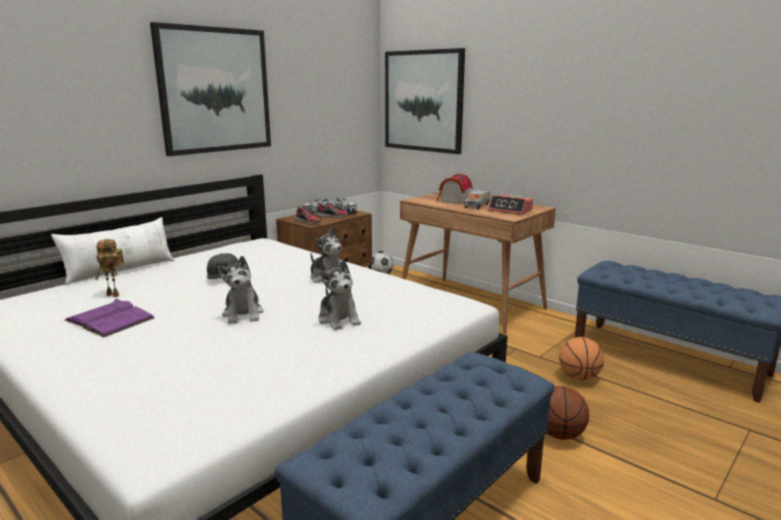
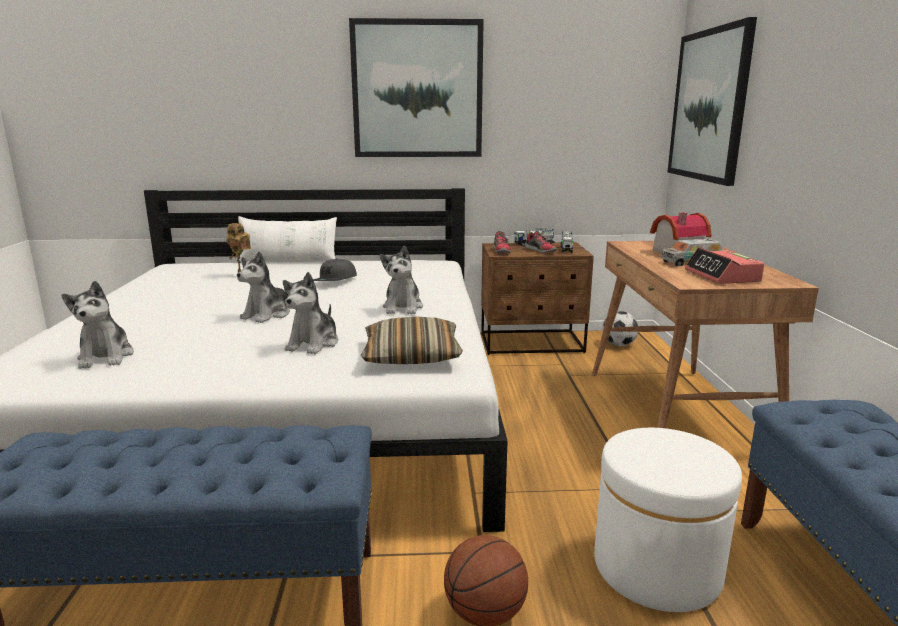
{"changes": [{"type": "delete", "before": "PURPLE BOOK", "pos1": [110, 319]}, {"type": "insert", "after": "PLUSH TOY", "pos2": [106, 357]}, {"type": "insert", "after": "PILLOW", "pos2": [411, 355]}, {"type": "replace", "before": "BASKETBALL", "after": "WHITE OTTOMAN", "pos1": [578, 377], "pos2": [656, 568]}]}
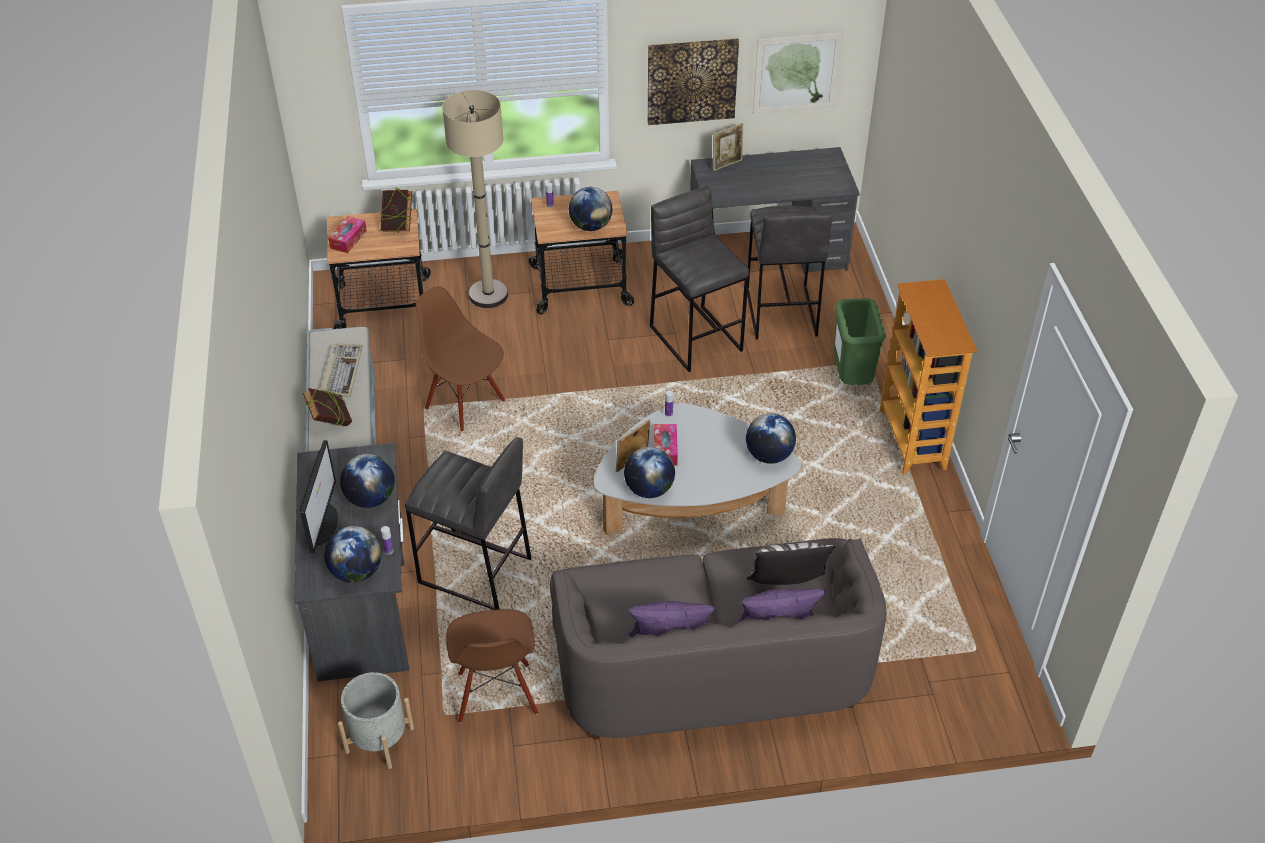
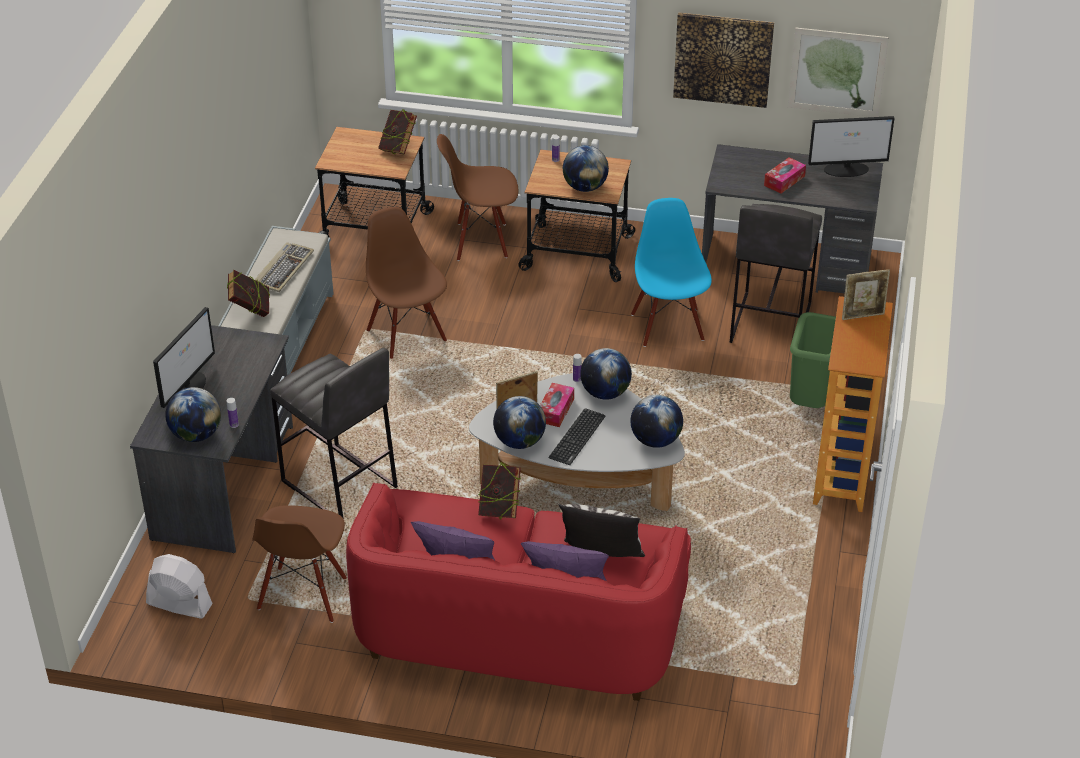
{"changes": [{"type": "insert", "after": "BOOK", "pos2": [499, 509]}, {"type": "insert", "after": "KEYBOARD", "pos2": [577, 437]}, {"type": "insert", "after": "MONITOR", "pos2": [847, 169]}, {"type": "move", "before": "TISSUE BOX", "pos1": [348, 239], "pos2": [784, 181]}, {"type": "move", "before": "GLOBE", "pos1": [371, 498], "pos2": [605, 393]}, {"type": "move", "before": "PICTURE FRAME", "pos1": [727, 164], "pos2": [863, 315]}, {"type": "replace", "before": "GREY PLANTER", "after": "WHITE FAN", "pos1": [379, 740], "pos2": [179, 604]}, {"type": "replace", "before": "BEIGE FLOOR LAMP", "after": "BROWN CHAIR", "pos1": [488, 295], "pos2": [481, 241]}, {"type": "replace", "before": "GREY STOOL", "after": "BLUE CHAIR", "pos1": [696, 337], "pos2": [668, 327]}, {"type": "recolor", "before": "GREY SOFA", "after": "RED SOFA", "pos1": [711, 668], "pos2": [518, 628]}]}
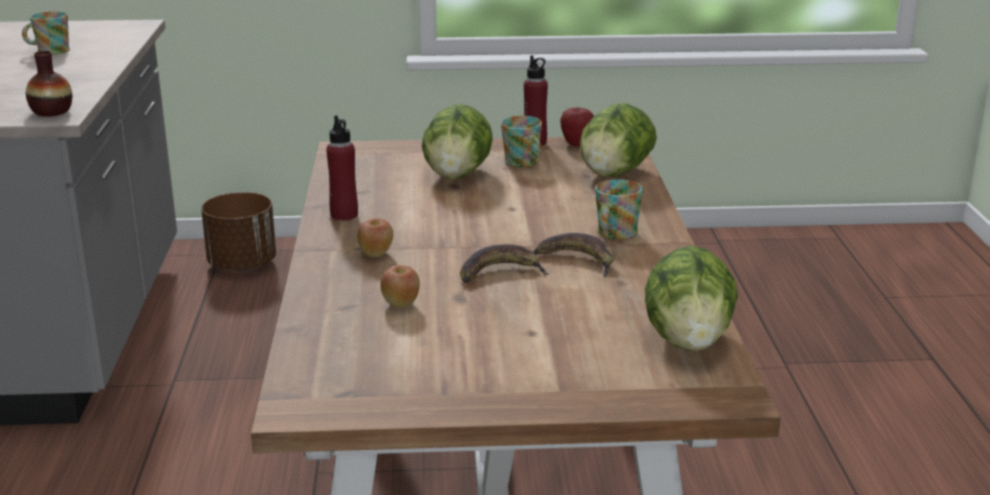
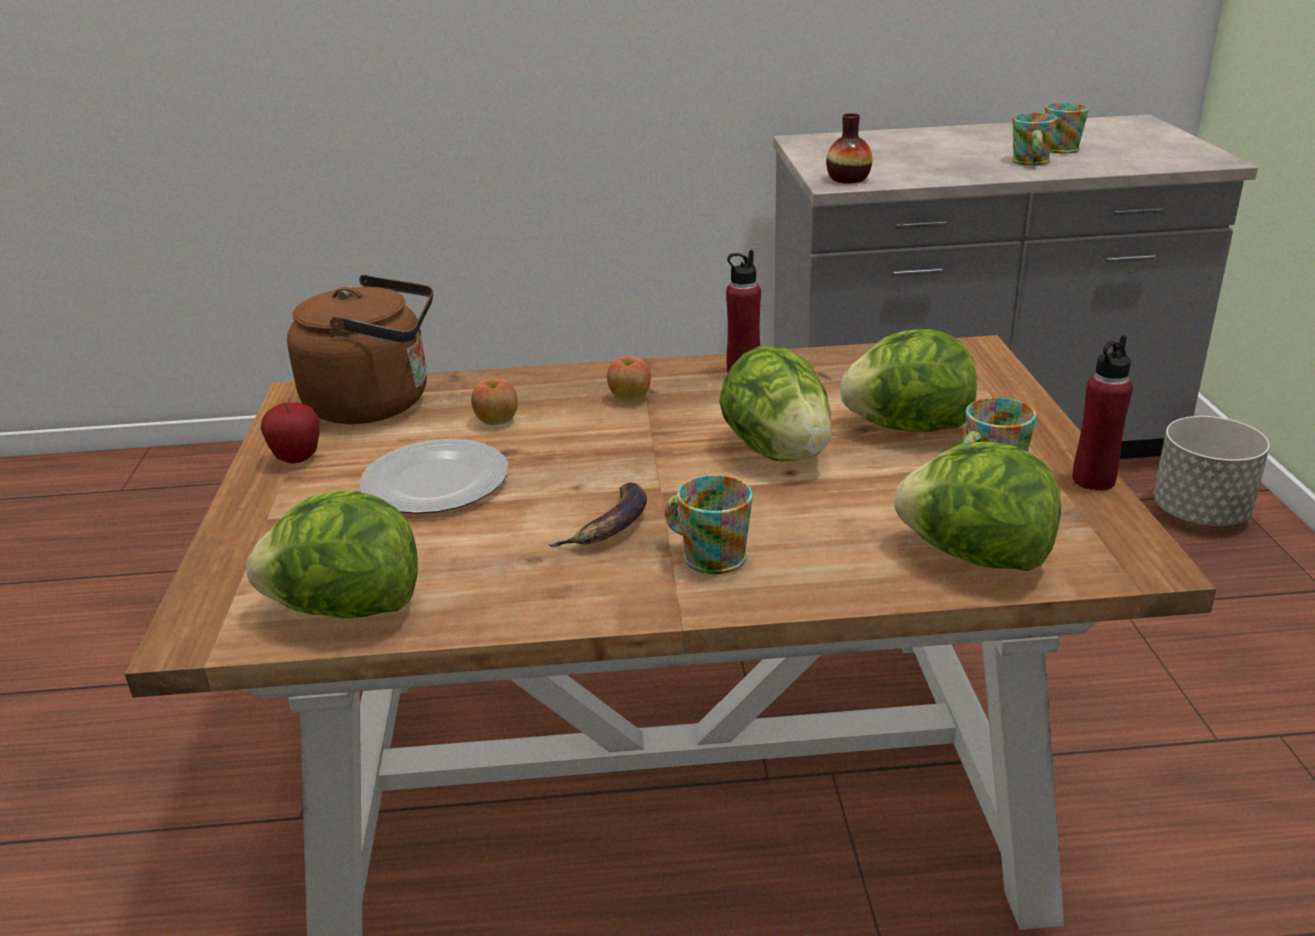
{"changes": [{"type": "delete", "before": "BANANA", "pos1": [500, 272]}, {"type": "insert", "after": "BROWN KETTLE", "pos2": [377, 403]}, {"type": "insert", "after": "PLATE", "pos2": [438, 481]}, {"type": "insert", "after": "LETTUCE", "pos2": [777, 451]}, {"type": "insert", "after": "MUG", "pos2": [1030, 162]}, {"type": "move", "before": "APPLE", "pos1": [577, 143], "pos2": [297, 459]}, {"type": "recolor", "before": "BROWN PLANTER", "after": "GREY PLANTER", "pos1": [242, 264], "pos2": [1200, 513]}]}
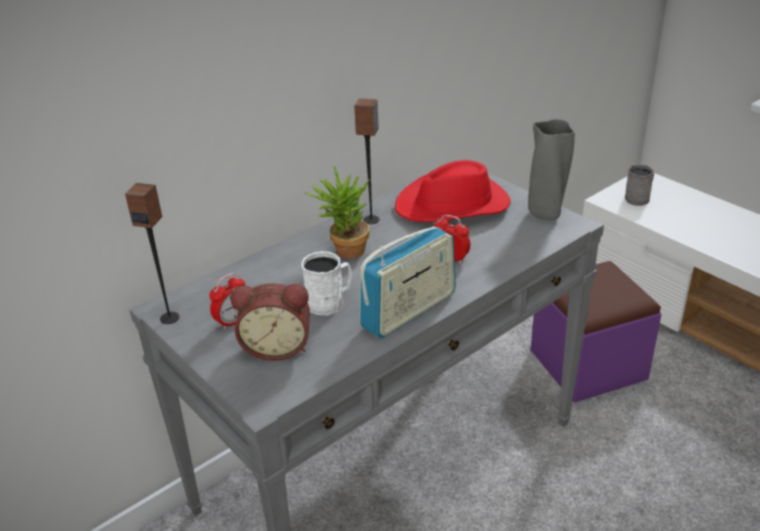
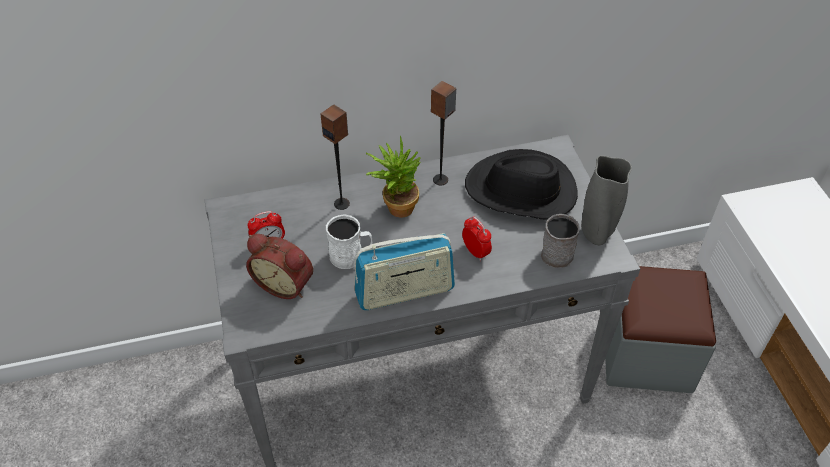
{"changes": [{"type": "move", "before": "SPEAKER", "pos1": [170, 318], "pos2": [342, 203]}, {"type": "move", "before": "GREY MUG", "pos1": [636, 197], "pos2": [559, 252]}, {"type": "recolor", "before": "RED HAT", "after": "BLACK HAT", "pos1": [453, 205], "pos2": [521, 191]}, {"type": "recolor", "before": "PURPLE OTTOMAN", "after": "GREY OTTOMAN", "pos1": [588, 365], "pos2": [646, 353]}]}
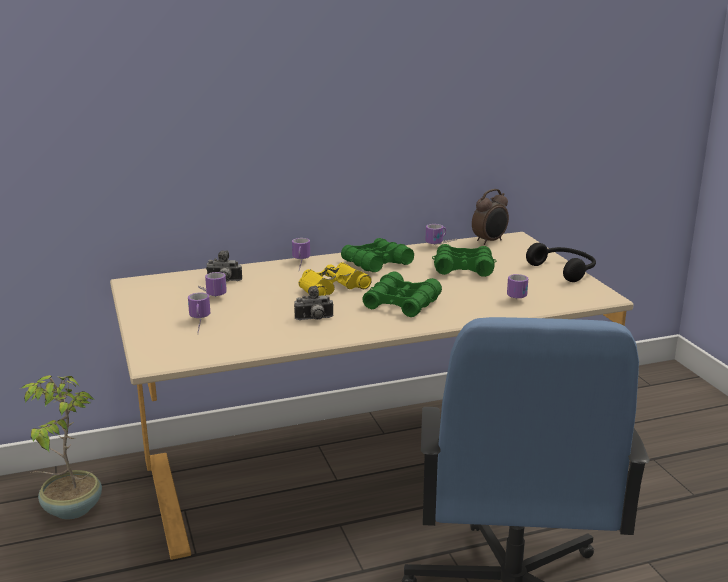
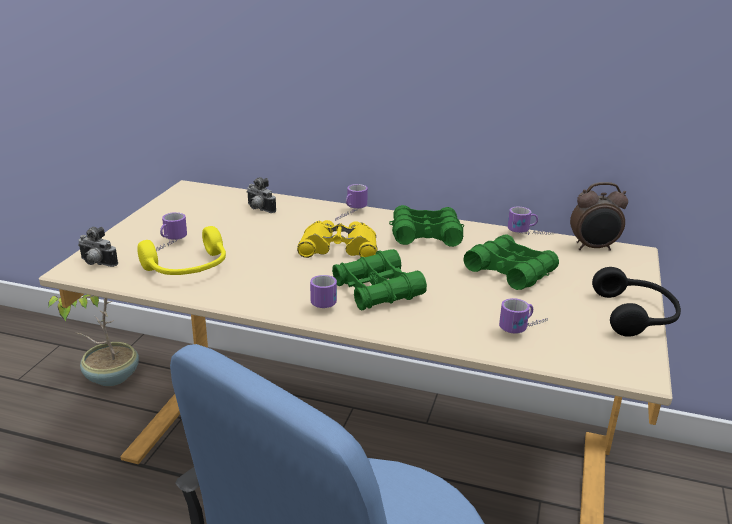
{"changes": [{"type": "insert", "after": "YELLOW HEADPHONES", "pos2": [188, 269]}, {"type": "move", "before": "MUG", "pos1": [210, 294], "pos2": [323, 301]}, {"type": "move", "before": "PHOTO CAMERA", "pos1": [314, 319], "pos2": [96, 264]}]}
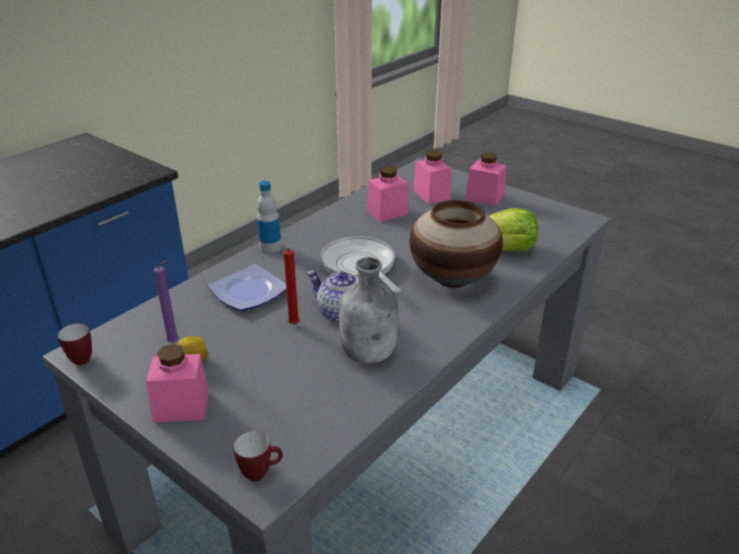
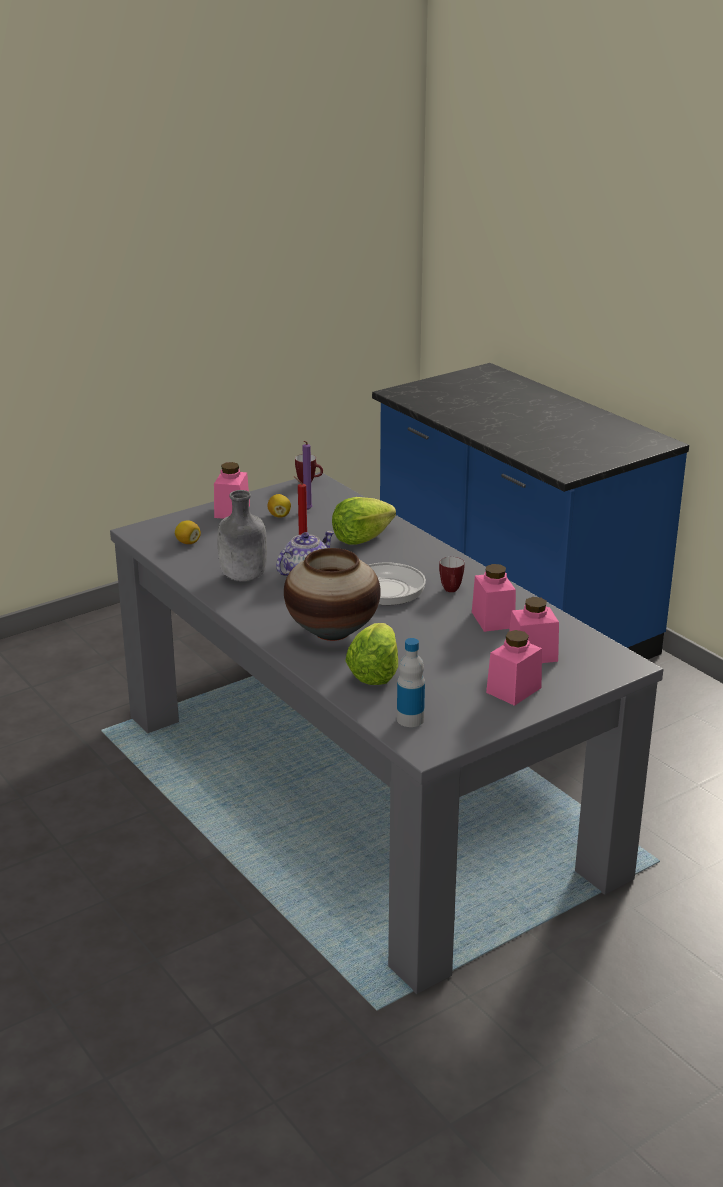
{"changes": [{"type": "insert", "after": "LEMON", "pos2": [188, 542]}, {"type": "move", "before": "MUG", "pos1": [260, 473], "pos2": [451, 591]}, {"type": "move", "before": "BOTTLE", "pos1": [270, 247], "pos2": [410, 719]}, {"type": "replace", "before": "PLATE", "after": "LETTUCE", "pos1": [248, 293], "pos2": [361, 538]}]}
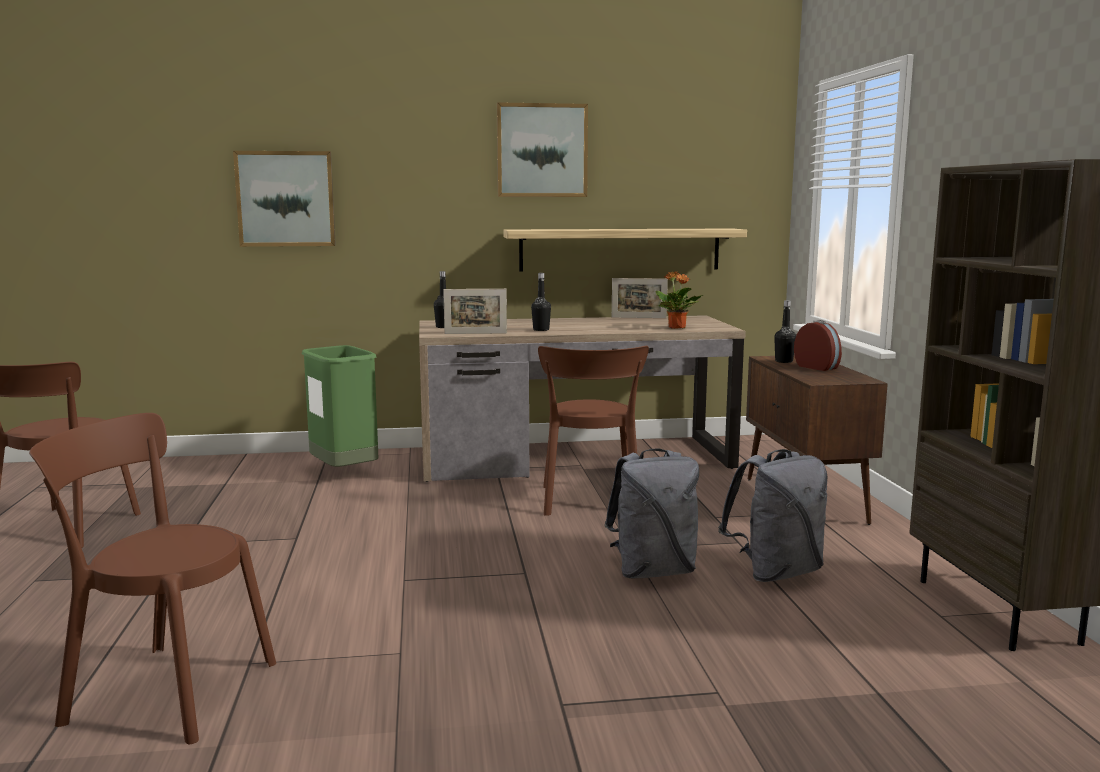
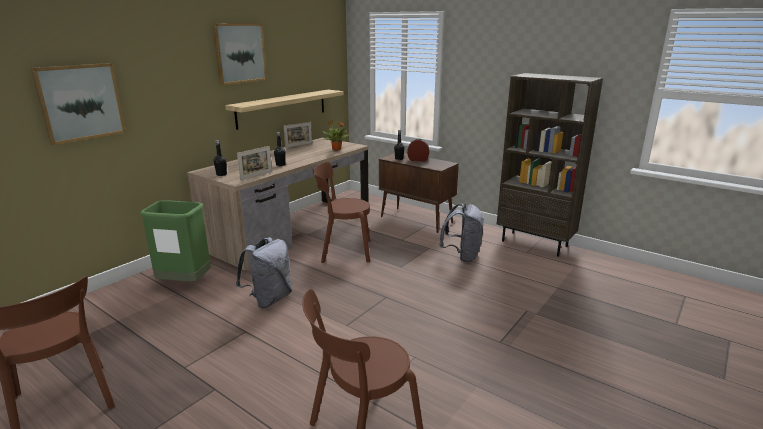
{"changes": [{"type": "move", "before": "GREY BACKPACK", "pos1": [653, 571], "pos2": [269, 299]}, {"type": "rotate", "before": "BROWN CHAIR", "pos1": [590, 502], "pos2": [343, 251], "turn": 135}]}
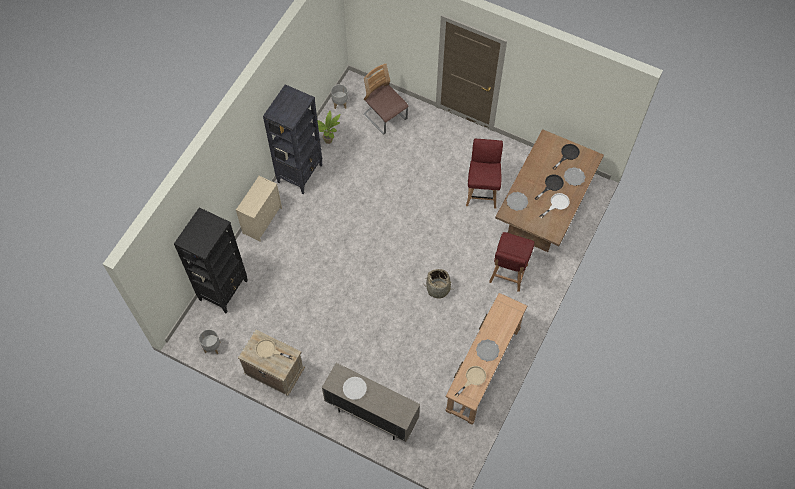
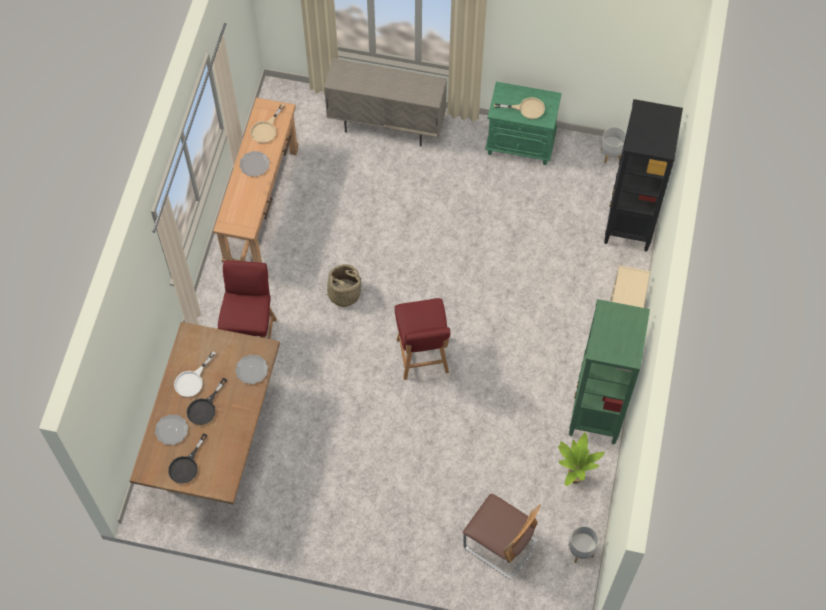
{"changes": [{"type": "delete", "before": "WHITE PLATE", "pos1": [354, 388]}, {"type": "move", "before": "RED CHAIR", "pos1": [482, 193], "pos2": [422, 357]}, {"type": "recolor", "before": "BEIGE NIGHTSTAND", "after": "GREEN NIGHTSTAND", "pos1": [274, 373], "pos2": [521, 144]}, {"type": "recolor", "before": "BLACK BOOKCASE", "after": "GREEN BOOKCASE", "pos1": [300, 173], "pos2": [596, 414]}]}
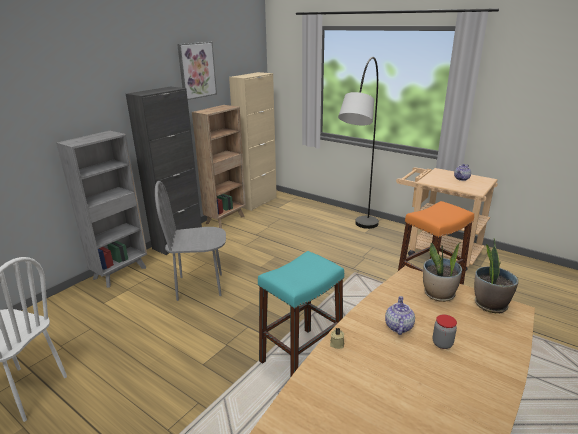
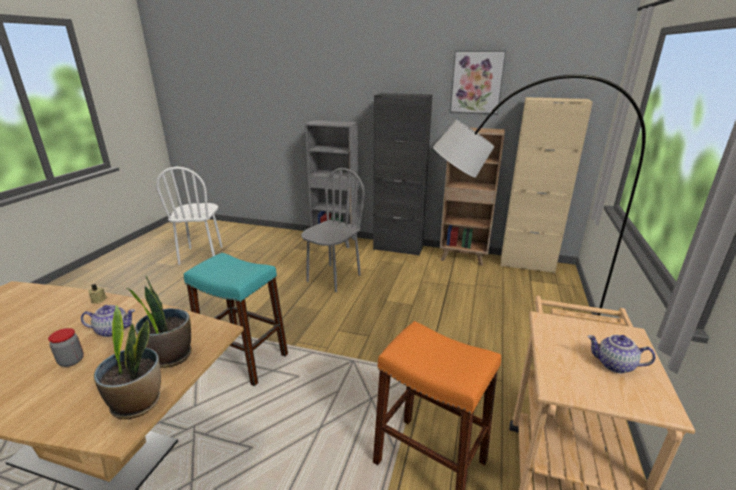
{"changes": [{"type": "rotate", "before": "GREY CHAIR", "pos1": [200, 286], "pos2": [333, 278], "turn": 60}]}
